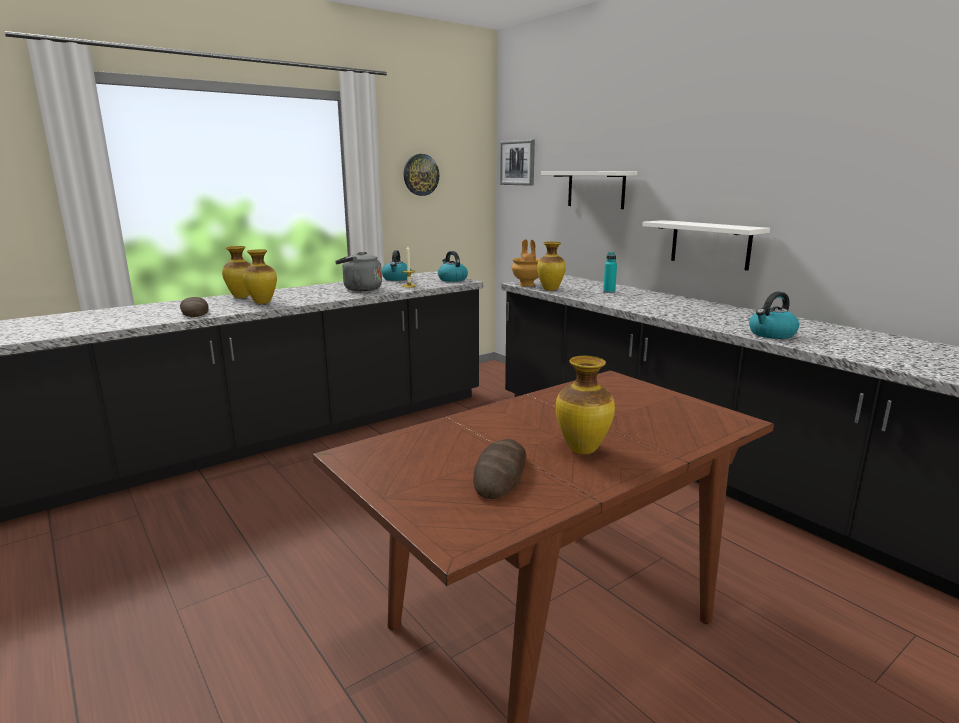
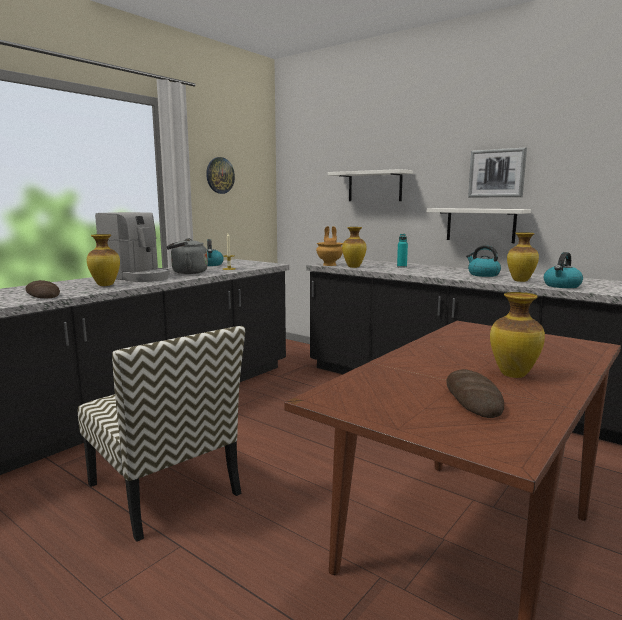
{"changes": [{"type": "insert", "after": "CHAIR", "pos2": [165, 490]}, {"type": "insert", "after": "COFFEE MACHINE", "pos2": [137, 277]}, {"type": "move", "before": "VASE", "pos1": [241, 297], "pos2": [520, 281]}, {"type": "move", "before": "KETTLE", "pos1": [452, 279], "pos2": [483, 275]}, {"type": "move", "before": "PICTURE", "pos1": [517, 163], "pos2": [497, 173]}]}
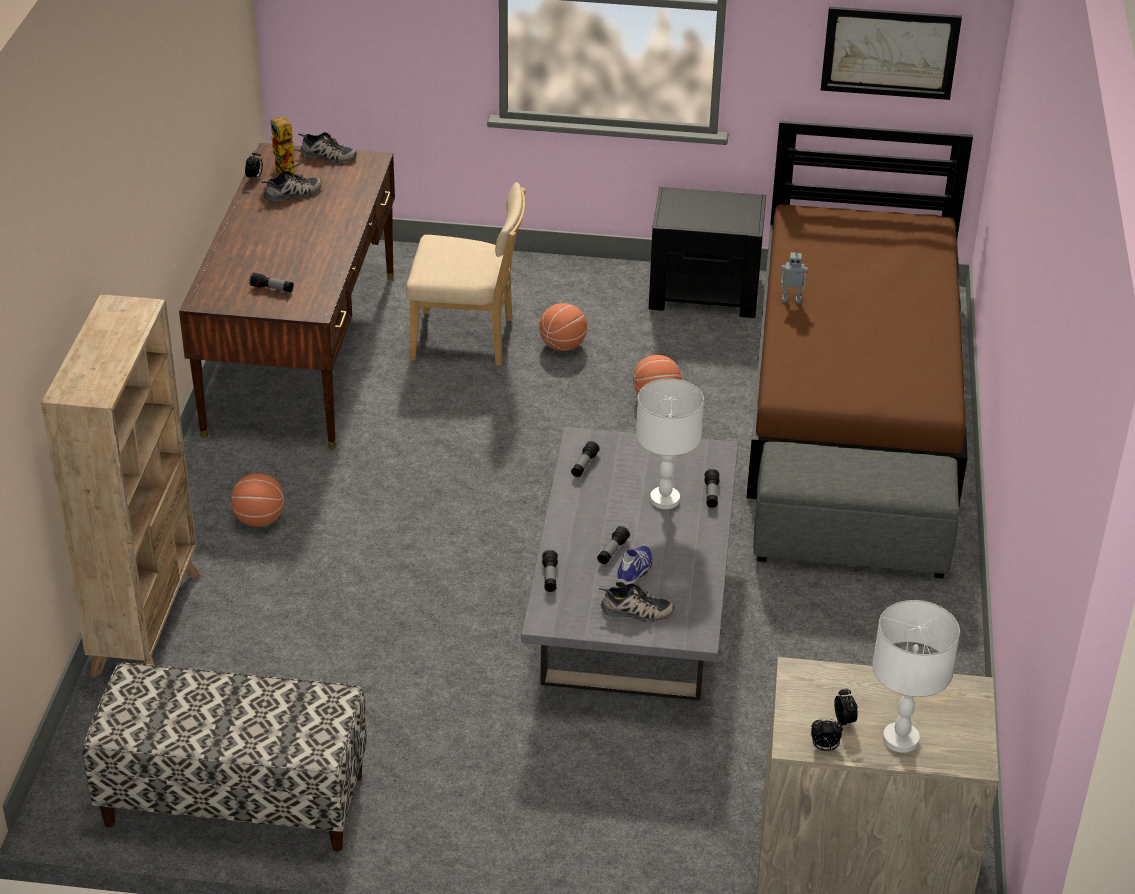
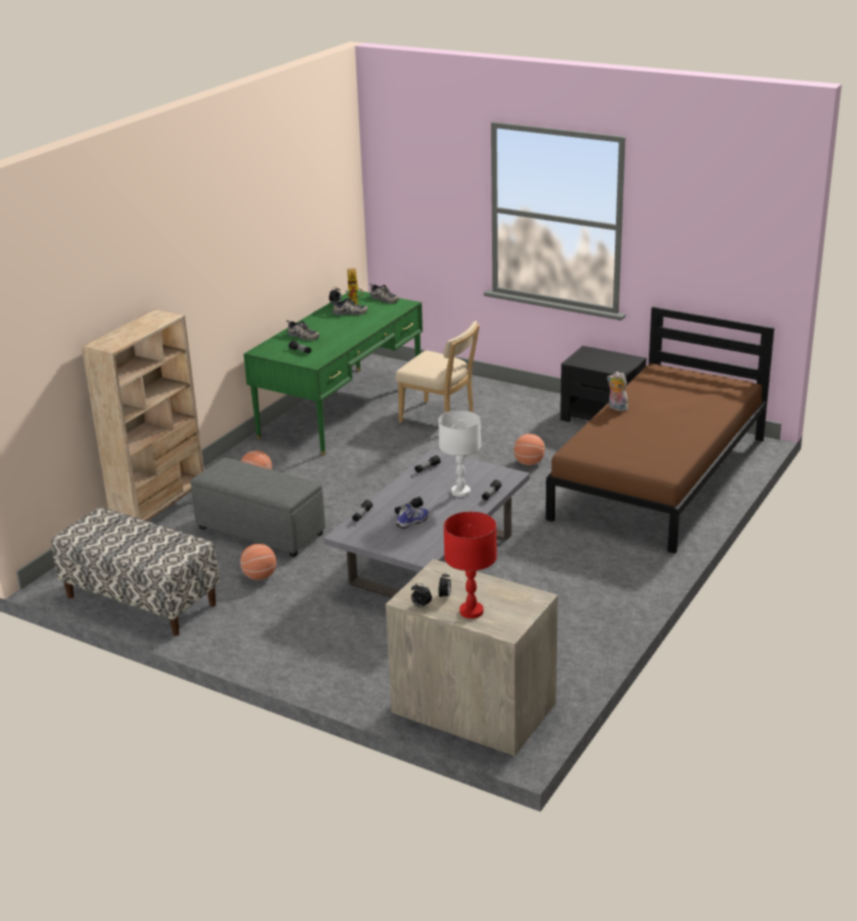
{"changes": [{"type": "delete", "before": "PICTURE", "pos1": [890, 52]}, {"type": "move", "before": "BASKETBALL", "pos1": [562, 346], "pos2": [259, 576]}, {"type": "move", "before": "SHOE", "pos1": [636, 612], "pos2": [302, 336]}, {"type": "move", "before": "GREY OTTOMAN", "pos1": [852, 544], "pos2": [261, 531]}, {"type": "replace", "before": "TOY ROBOT", "after": "PLUSH TOY", "pos1": [791, 300], "pos2": [616, 408]}, {"type": "recolor", "before": "BROWN DESK", "after": "GREEN DESK", "pos1": [301, 353], "pos2": [341, 410]}, {"type": "recolor", "before": "WHITE TABLE LAMP", "after": "RED TABLE LAMP", "pos1": [901, 739], "pos2": [472, 611]}]}
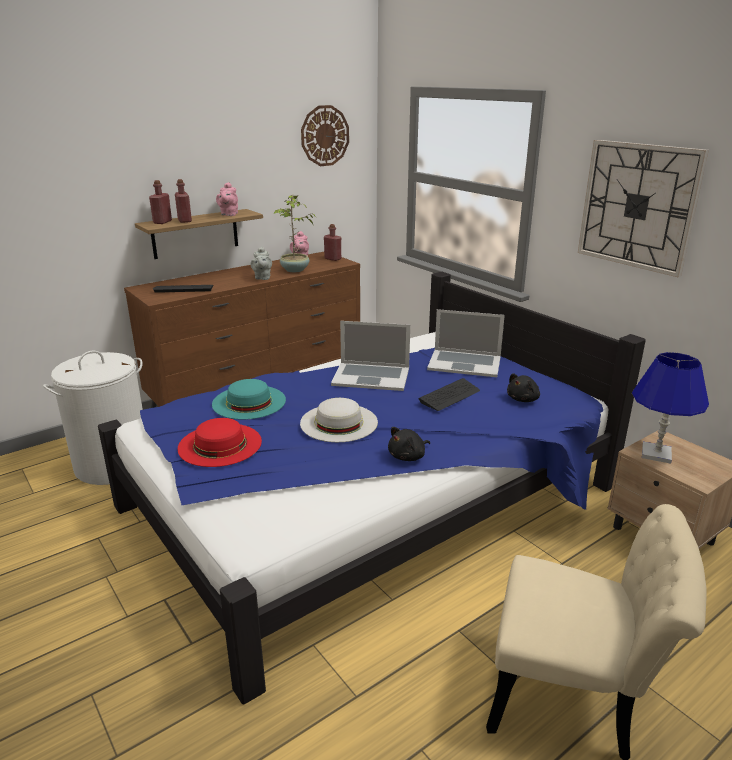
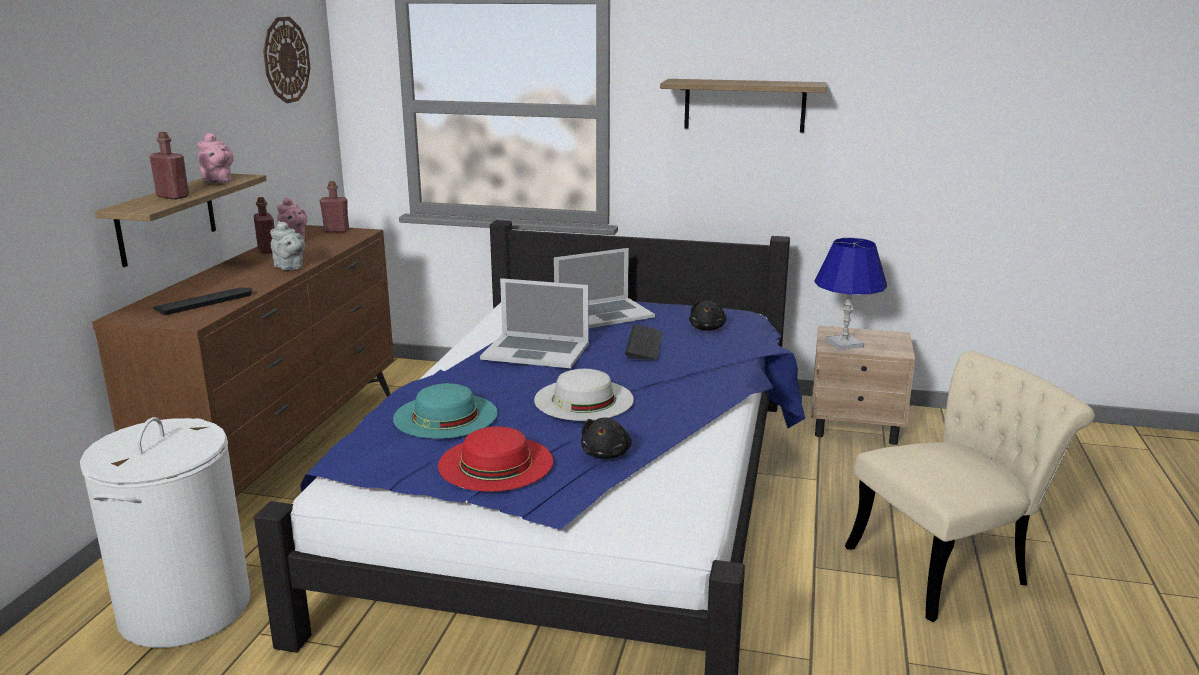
{"changes": [{"type": "delete", "before": "POTTED PLANT", "pos1": [294, 270]}, {"type": "move", "before": "RED BOTTLE", "pos1": [162, 222], "pos2": [267, 250]}, {"type": "move", "before": "BLACK PLUSH TOY", "pos1": [408, 456], "pos2": [606, 454]}, {"type": "replace", "before": "WALL CLOCK", "after": "SHELF", "pos1": [637, 206], "pos2": [744, 105]}, {"type": "rotate", "before": "LAPTOP", "pos1": [371, 376], "pos2": [536, 351], "turn": 45}]}
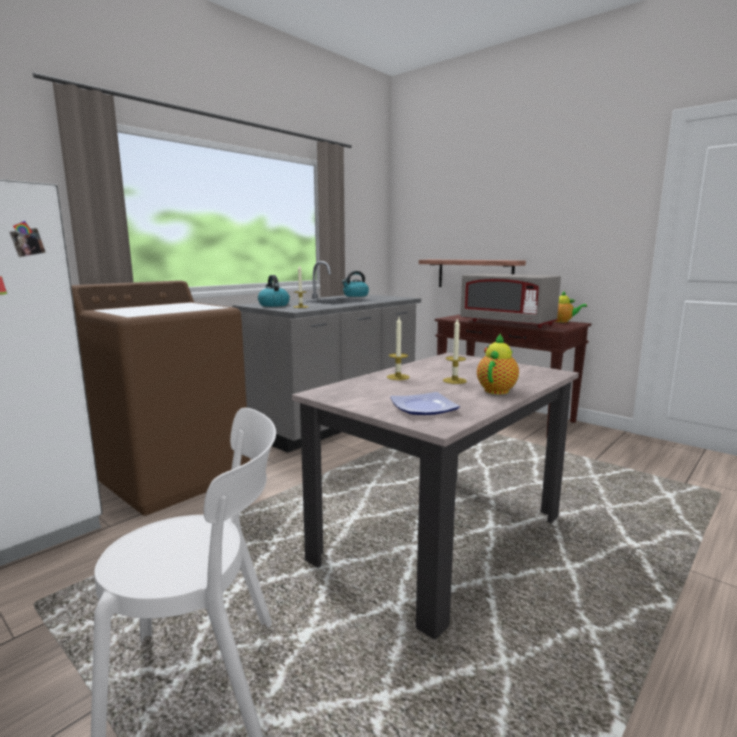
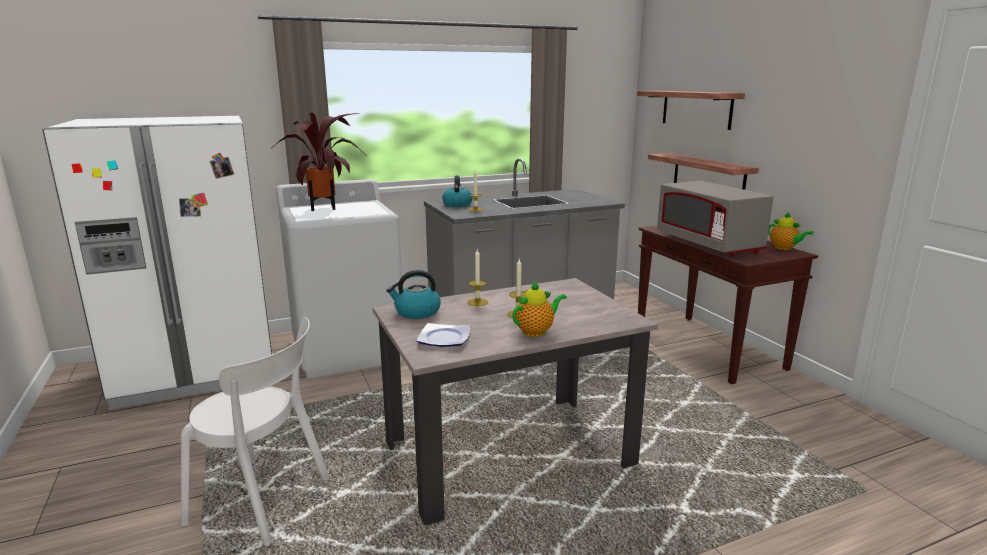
{"changes": [{"type": "insert", "after": "POTTED PLANT", "pos2": [326, 208]}, {"type": "insert", "after": "SHELF", "pos2": [696, 109]}, {"type": "move", "before": "KETTLE", "pos1": [355, 295], "pos2": [416, 312]}, {"type": "recolor", "before": "BROWN WASHING MACHINE", "after": "WHITE WASHING MACHINE", "pos1": [173, 476], "pos2": [348, 350]}]}
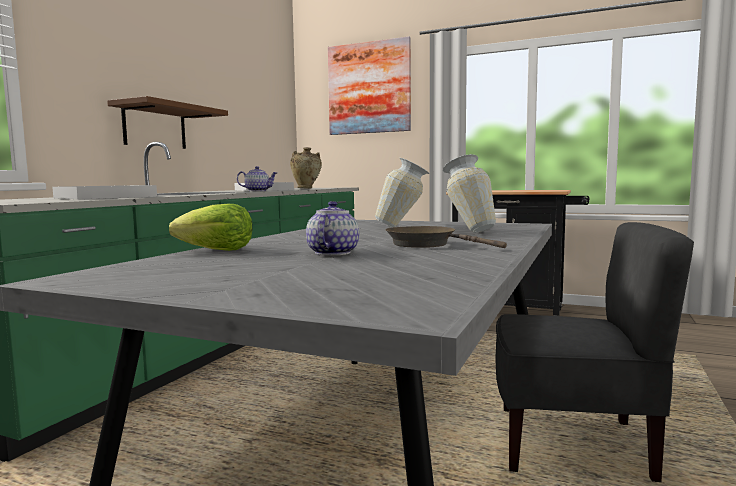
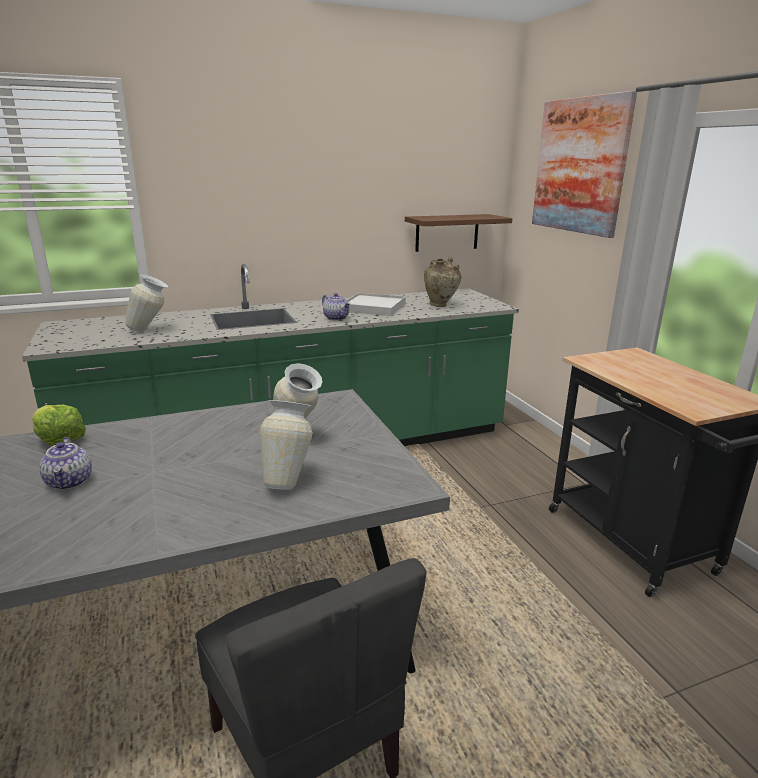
{"changes": [{"type": "delete", "before": "BROWN FRYING PAN", "pos1": [426, 244]}, {"type": "move", "before": "BROWN SHELF", "pos1": [155, 127], "pos2": [447, 232]}, {"type": "replace", "before": "WHITE TRAY", "after": "VASE", "pos1": [105, 197], "pos2": [151, 330]}, {"type": "rotate", "before": "TEAPOT", "pos1": [332, 253], "pos2": [70, 482], "turn": 105}]}
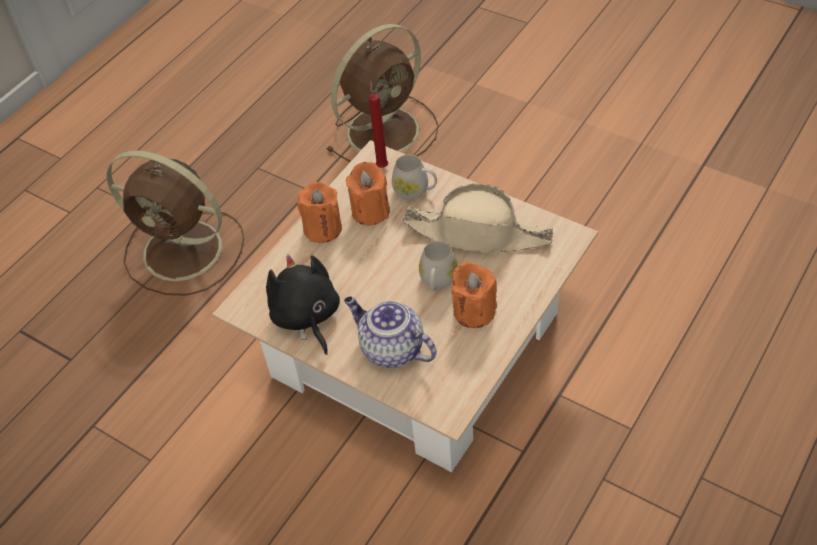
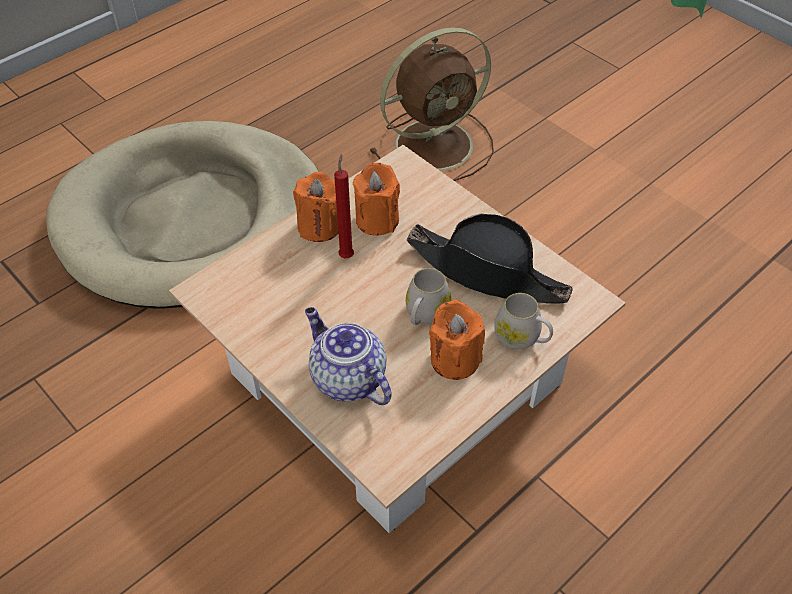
{"changes": [{"type": "delete", "before": "BLACK PLUSH TOY", "pos1": [306, 317]}, {"type": "move", "before": "RED CANDLE", "pos1": [382, 165], "pos2": [346, 255]}, {"type": "move", "before": "WHITE MUG", "pos1": [415, 190], "pos2": [522, 338]}, {"type": "replace", "before": "BROWN FAN", "after": "BEIGE DOG BED", "pos1": [186, 251], "pos2": [193, 220]}, {"type": "recolor", "before": "BEIGE HAT", "after": "BLACK HAT", "pos1": [478, 233], "pos2": [488, 272]}]}
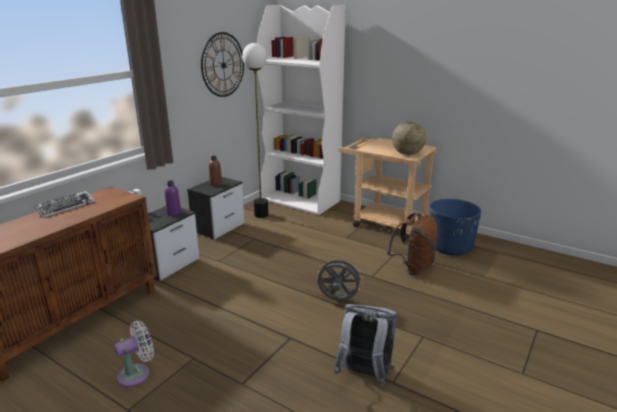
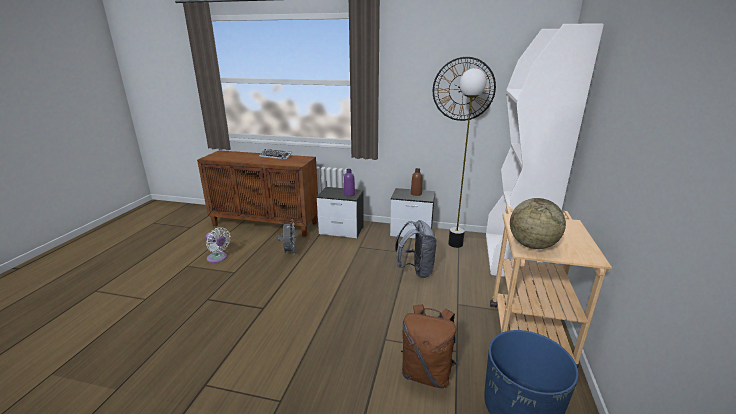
{"changes": [{"type": "move", "before": "GREY FAN", "pos1": [337, 300], "pos2": [289, 252]}, {"type": "move", "before": "GREY BACKPACK", "pos1": [364, 375], "pos2": [415, 271]}]}
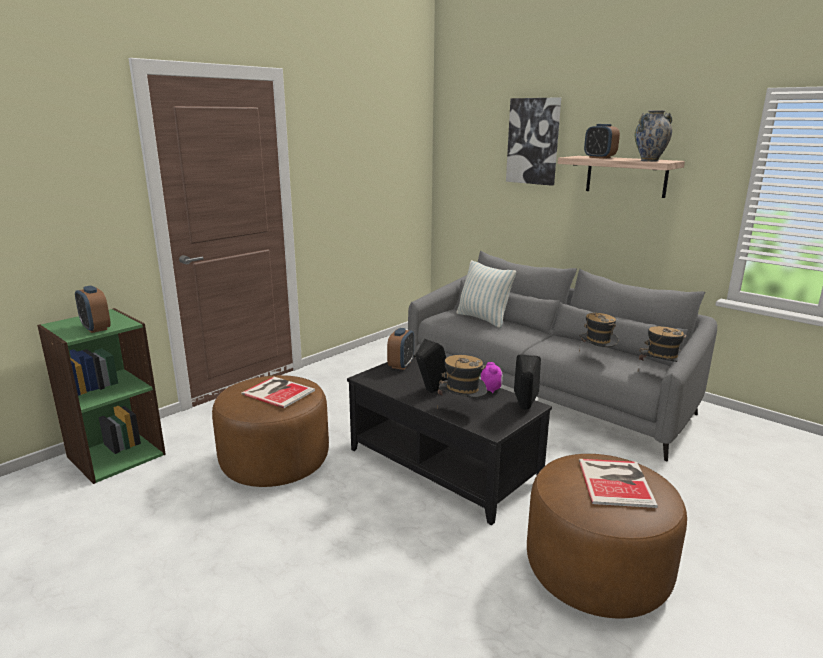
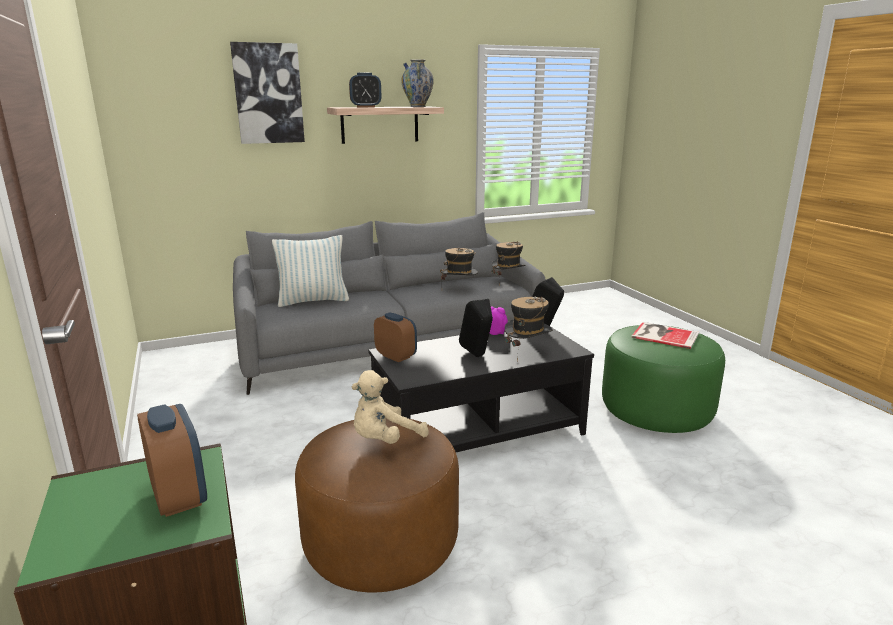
{"changes": [{"type": "replace", "before": "BOOK", "after": "BEIGE PLUSH TOY", "pos1": [278, 391], "pos2": [385, 440]}, {"type": "recolor", "before": "BROWN OTTOMAN", "after": "GREEN OTTOMAN", "pos1": [597, 571], "pos2": [656, 411]}, {"type": "rotate", "before": "ALARM CLOCK", "pos1": [96, 328], "pos2": [179, 497], "turn": -105}]}
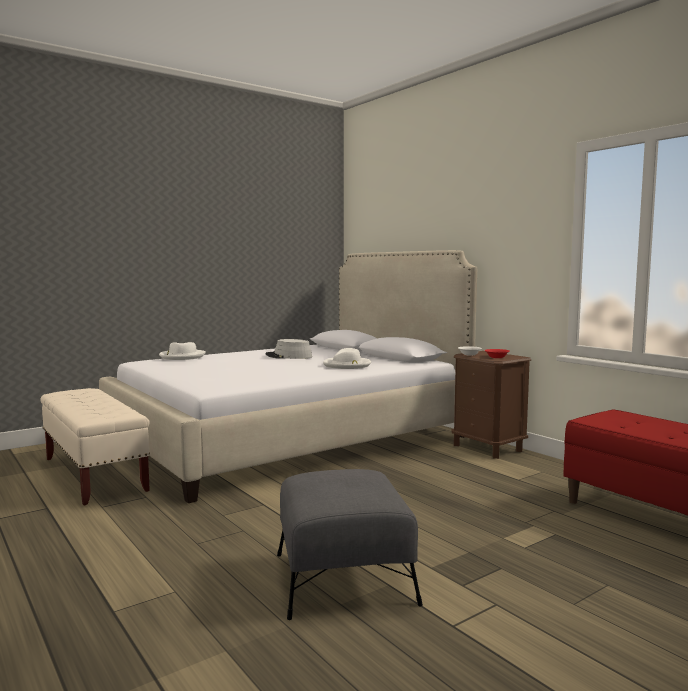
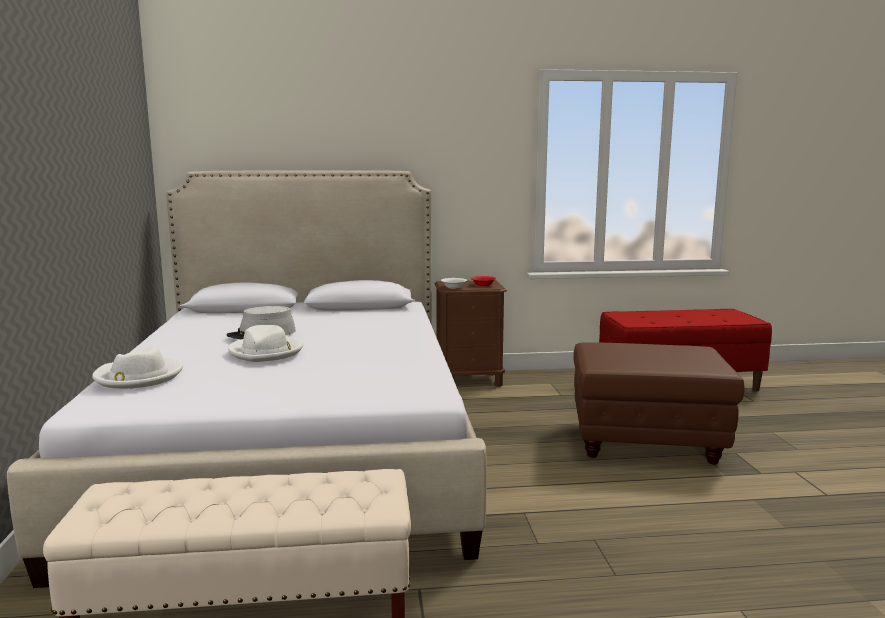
{"changes": [{"type": "delete", "before": "GREY OTTOMAN", "pos1": [343, 579]}, {"type": "insert", "after": "BROWN OTTOMAN", "pos2": [646, 443]}, {"type": "move", "before": "WHITE HAT", "pos1": [347, 365], "pos2": [266, 352]}]}
